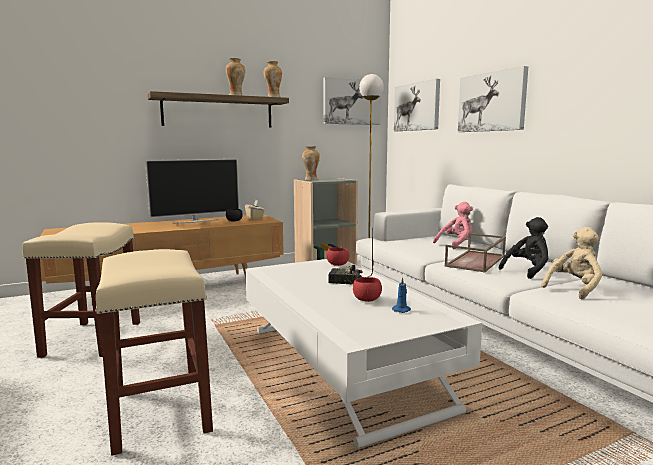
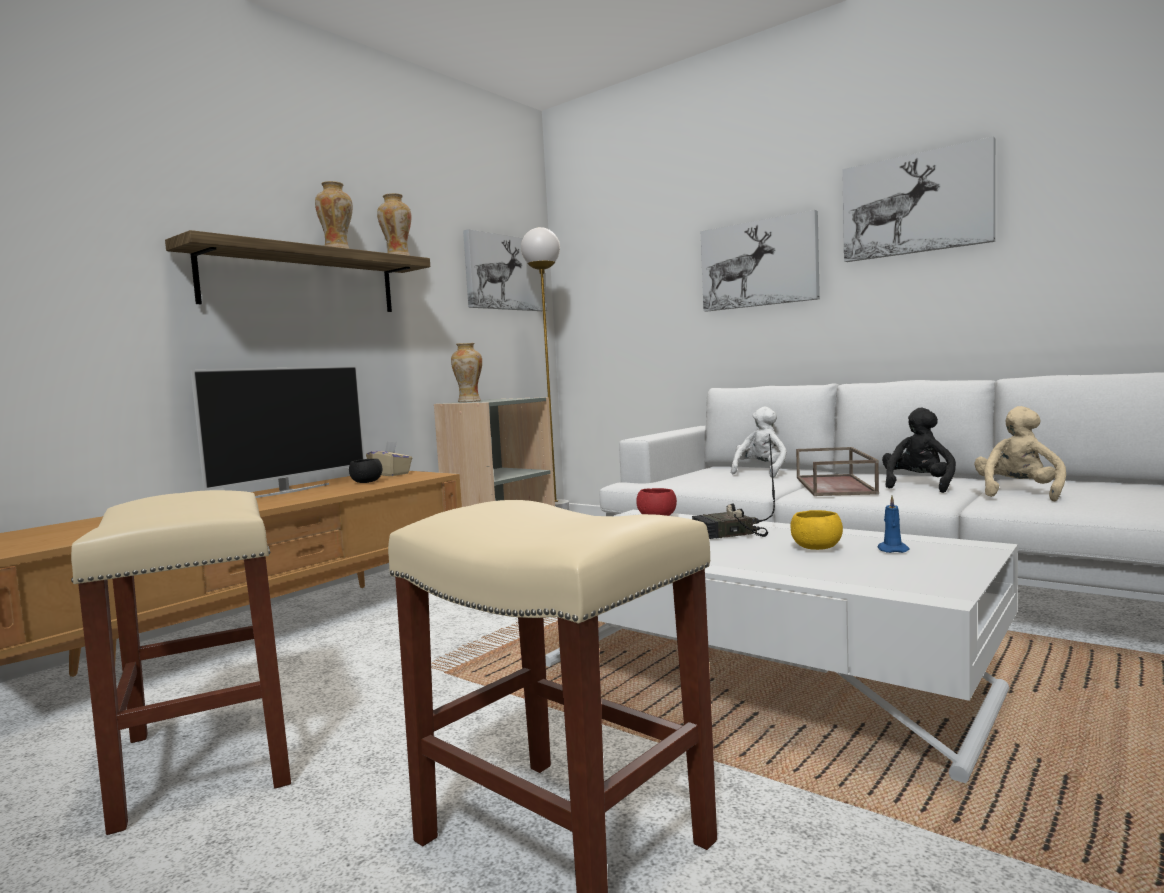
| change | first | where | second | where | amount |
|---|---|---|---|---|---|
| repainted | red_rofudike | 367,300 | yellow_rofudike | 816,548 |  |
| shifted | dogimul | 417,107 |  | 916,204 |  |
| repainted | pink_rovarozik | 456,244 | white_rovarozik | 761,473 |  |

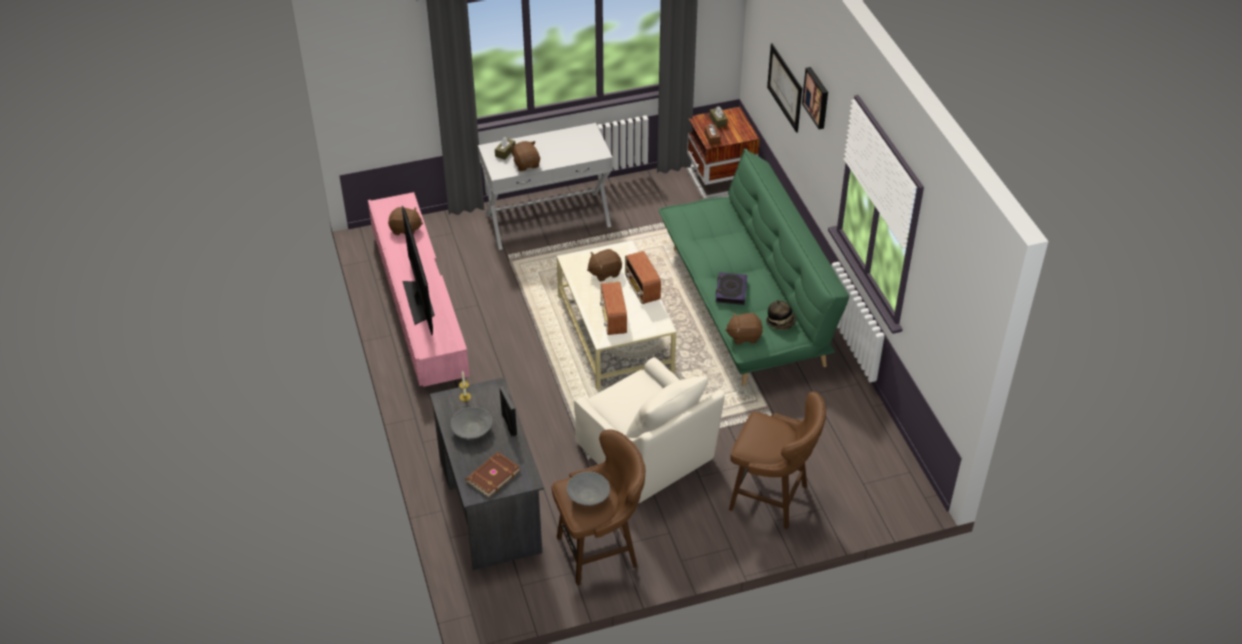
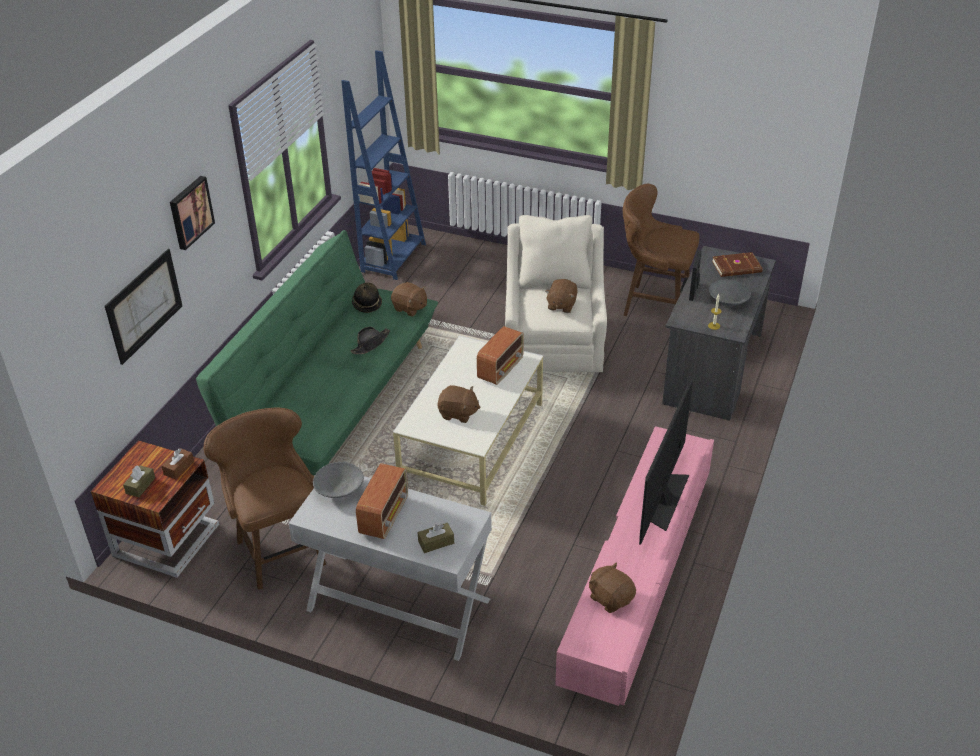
| change | first | where | second | where | amount |
|---|---|---|---|---|---|
| shifted | brown_rovarozik | 526,164 |  | 561,305 |  |
| shifted | grey_rofudike | 588,496 |  | 339,489 |  |
| shifted | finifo | 642,289 |  | 384,516 |  |
| swapped | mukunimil | 731,291 | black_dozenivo | 370,344 |  |
| shifted | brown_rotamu | 772,499 |  | 279,549 |  |
| new |  |  | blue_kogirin | 393,257 |  |

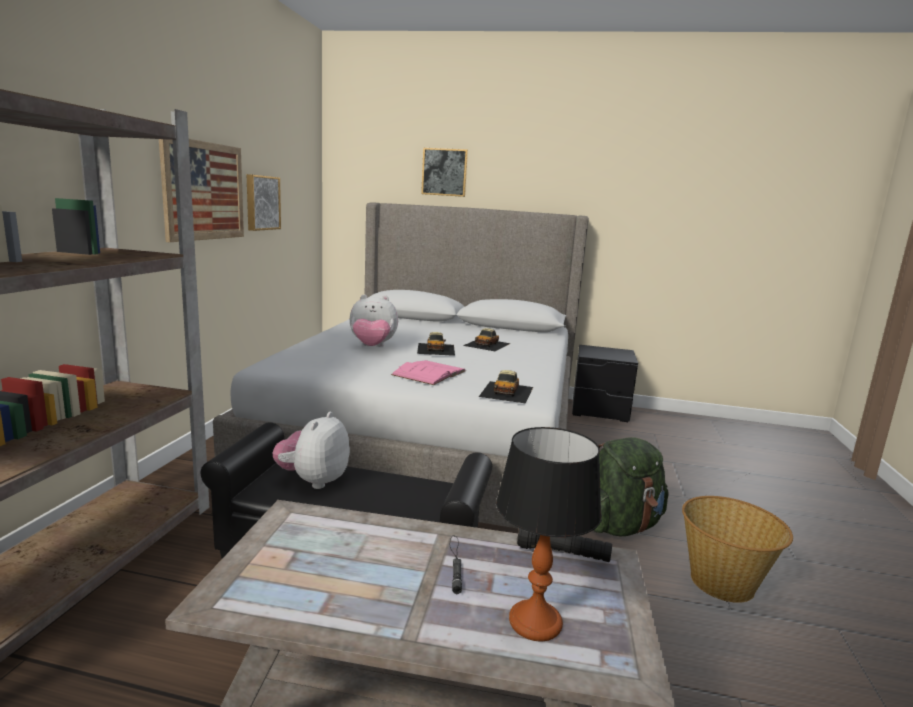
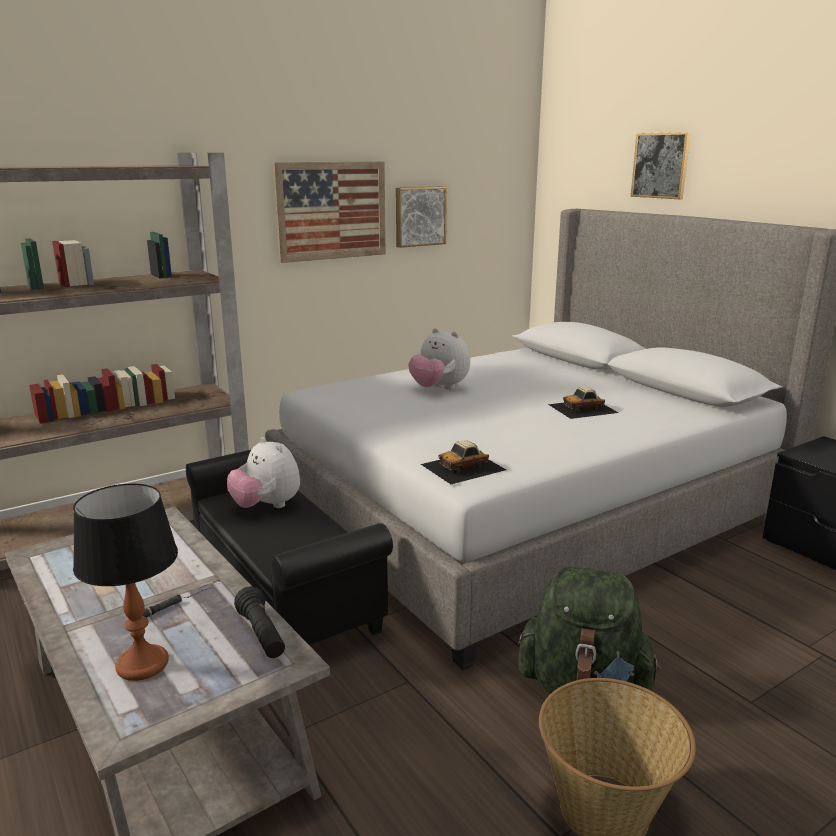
| change | first | where | second | where | amount |
|---|---|---|---|---|---|
| rotated | rovarozik | 313,481 |  | 266,506 | 105 degrees counterclockwise |
| gone | pink_mukunimil | 429,373 |  |  |  |
| gone | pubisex | 436,349 |  |  |  |

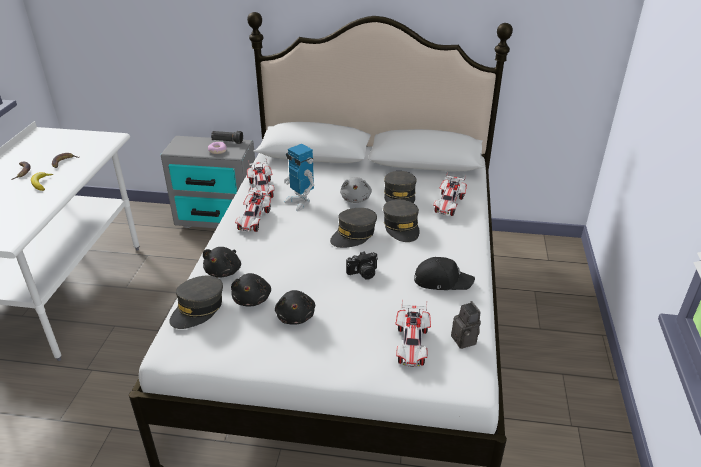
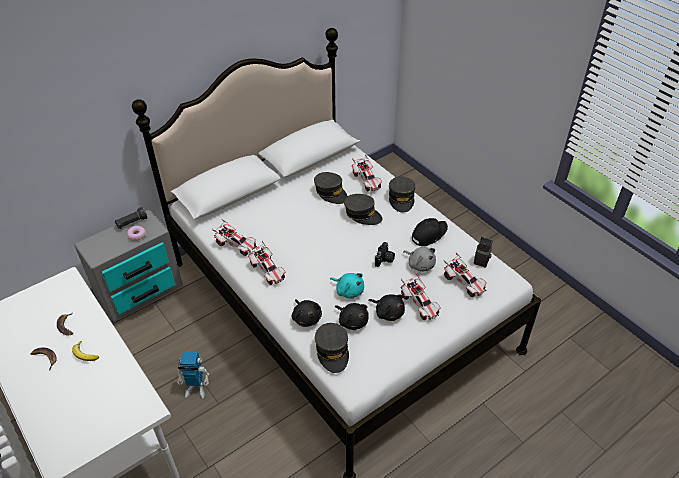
| change | first | where | second | where | amount |
|---|---|---|---|---|---|
| shifted | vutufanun | 300,202 |  | 196,388 |  |
| shifted | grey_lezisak | 353,235 |  | 401,198 |  |
| shifted | grey_rovarozik | 356,199 |  | 420,264 |  |
| new |  |  | turquoise_rovarozik | 348,290 |  |
| new |  |  | pubisex | 420,304 |  |

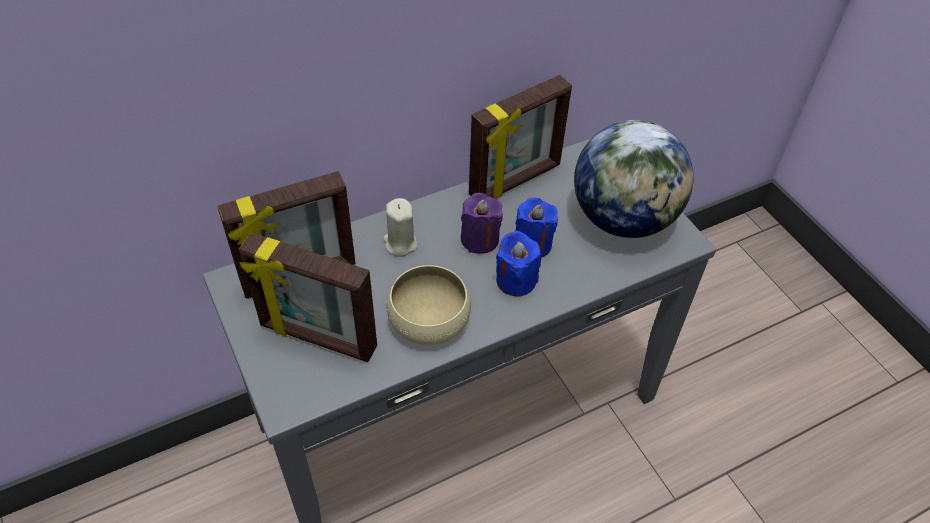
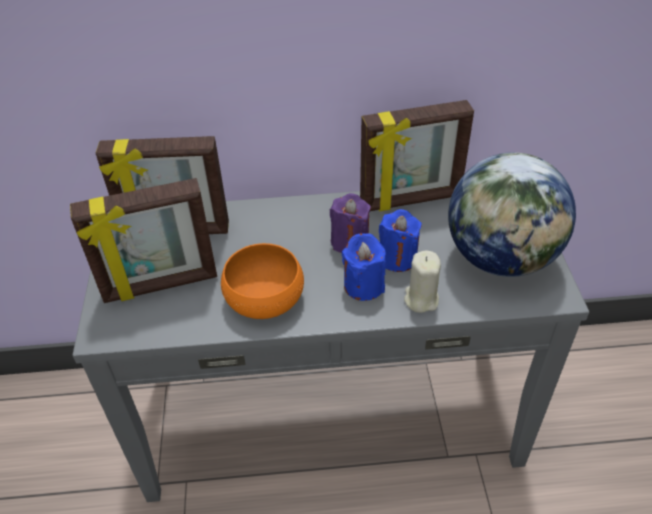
| change | first | where | second | where | amount |
|---|---|---|---|---|---|
| rotated | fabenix | 317,338 |  | 161,285 | 60 degrees counterclockwise |
| shifted | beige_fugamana | 400,244 |  | 421,299 |  |
| repainted | beige_rofudike | 428,319 | orange_rofudike | 264,297 |  |

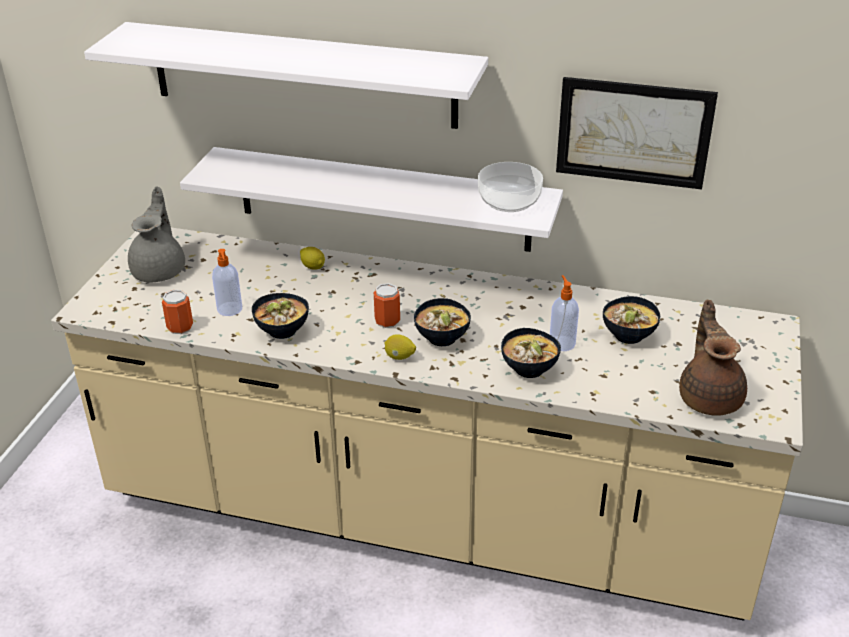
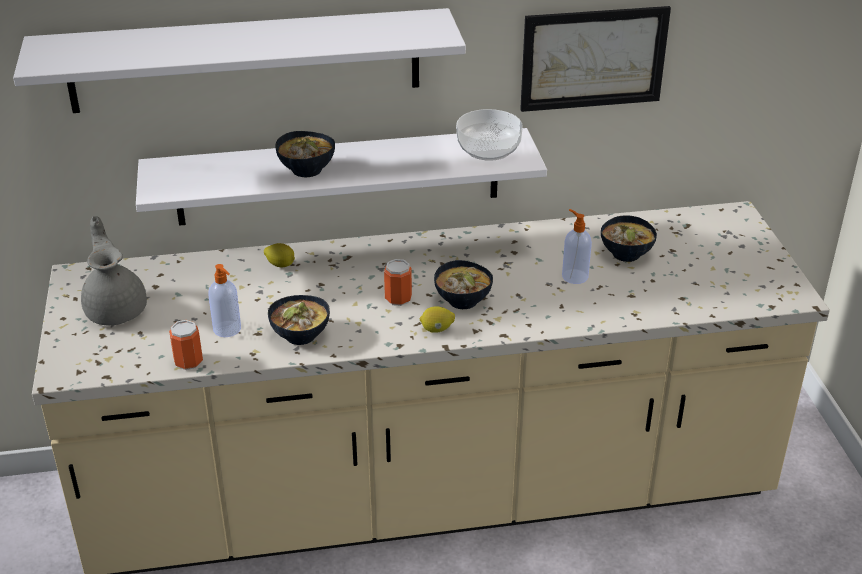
| change | first | where | second | where | amount |
|---|---|---|---|---|---|
| shifted | rofudike | 529,370 |  | 307,170 |  |
| gone | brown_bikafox | 710,397 |  |  |  |

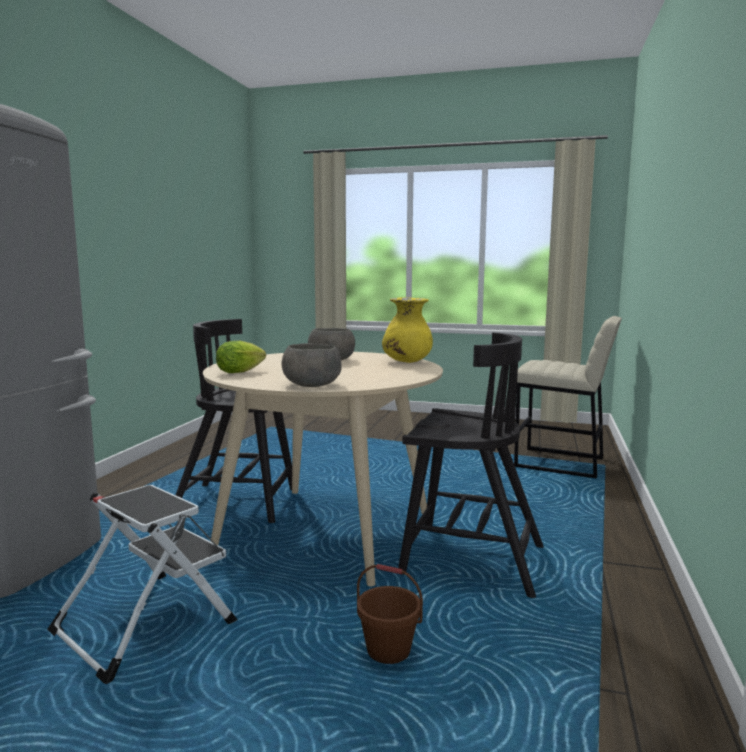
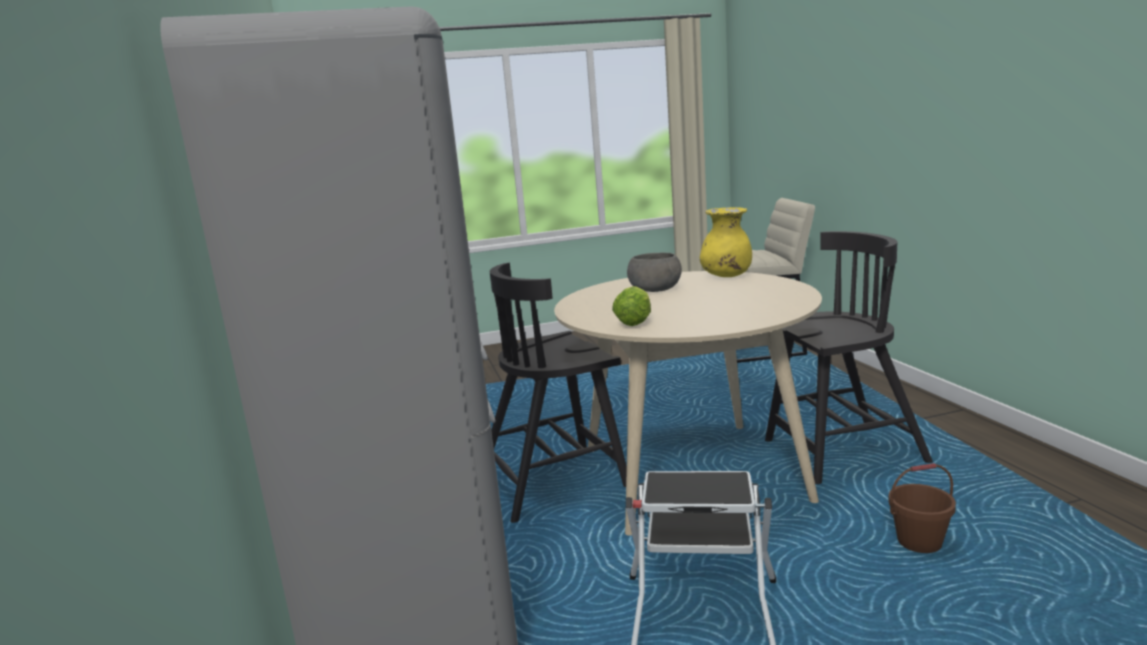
| change | first | where | second | where | amount |
|---|---|---|---|---|---|
| gone | grey_rofudike | 312,384 |  |  |  |

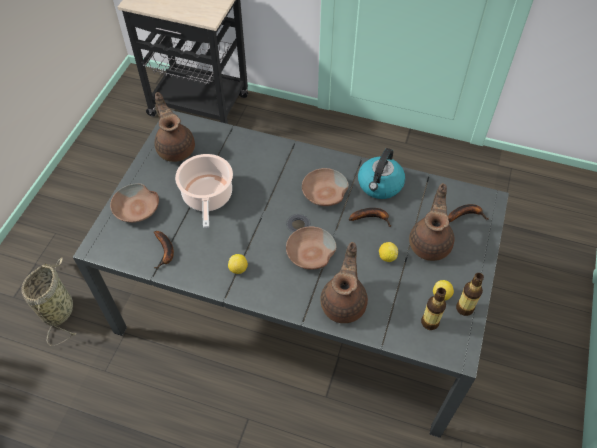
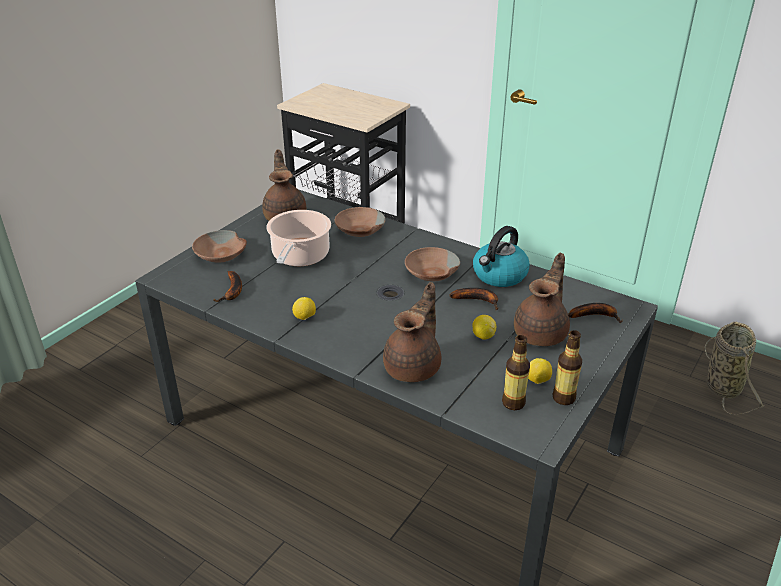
| change | first | where | second | where | amount |
|---|---|---|---|---|---|
| shifted | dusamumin | 58,308 |  | 722,385 |  |
| shifted | brown_rofudike | 310,254 |  | 359,229 |  |

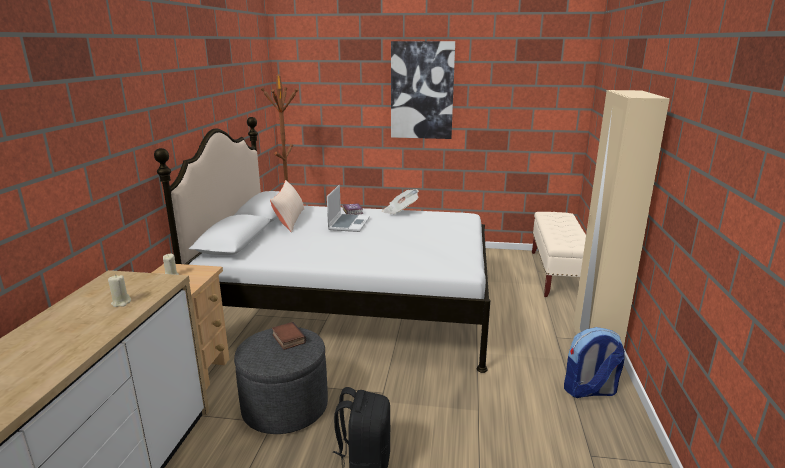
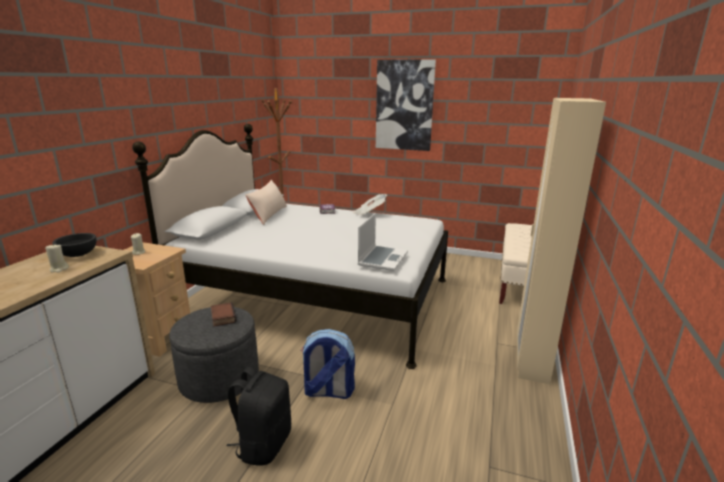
| change | first | where | second | where | amount |
|---|---|---|---|---|---|
| shifted | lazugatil | 348,224 |  | 382,259 |  |
| shifted | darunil | 589,391 |  | 328,391 |  |
| new |  |  | black_rofudike | 78,254 |  |

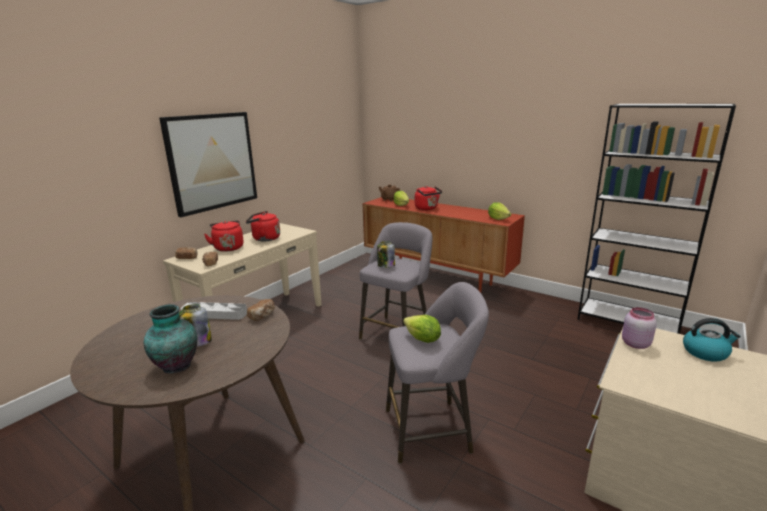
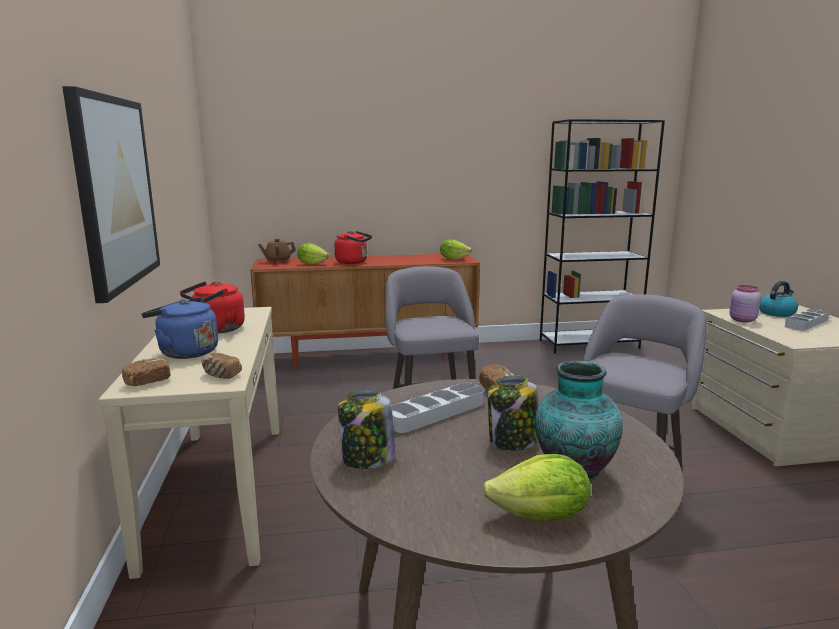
| change | first | where | second | where | amount |
|---|---|---|---|---|---|
| repainted | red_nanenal | 228,247 | blue_nanenal | 185,352 |  |
| shifted | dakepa | 386,265 |  | 367,459 |  |
| shifted | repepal | 422,339 |  | 541,517 |  |
| new |  |  | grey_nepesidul | 806,323 |  |

